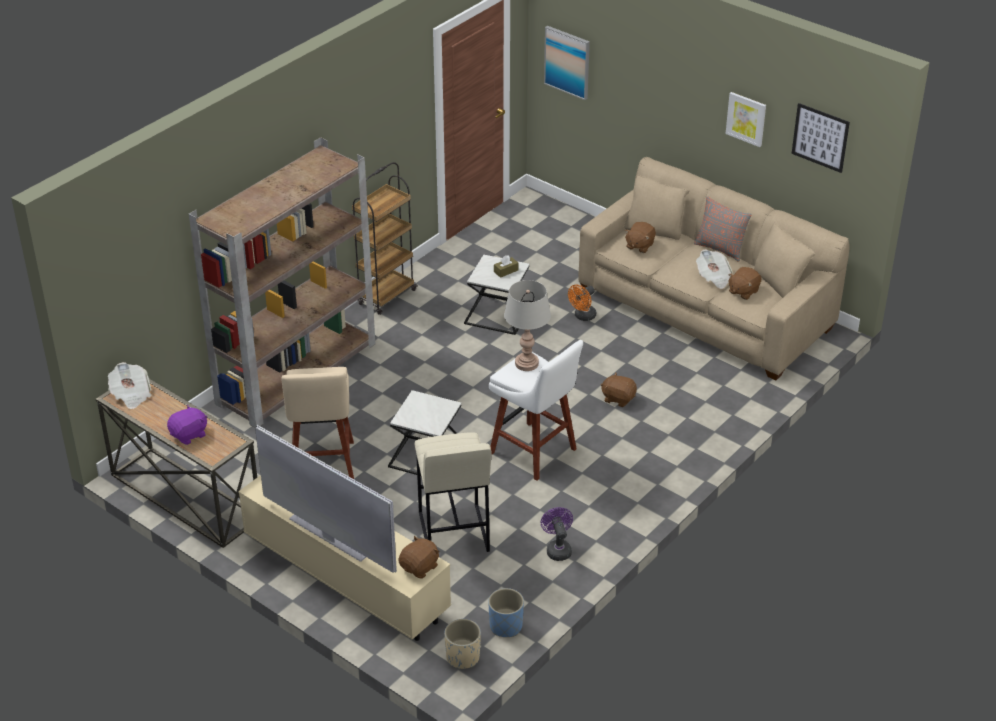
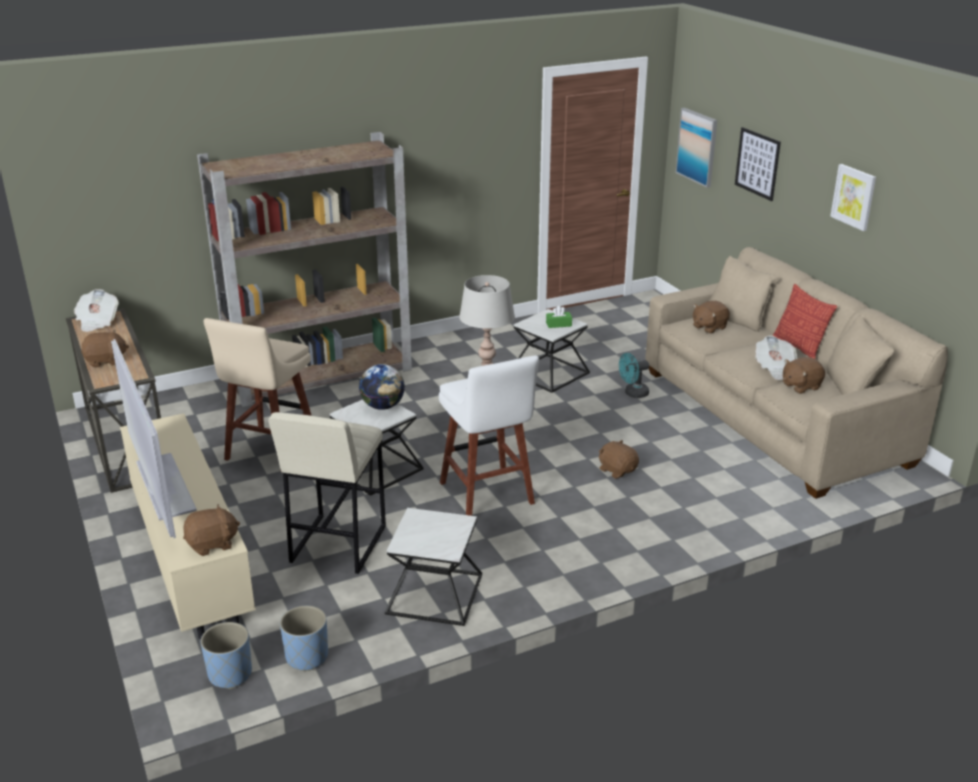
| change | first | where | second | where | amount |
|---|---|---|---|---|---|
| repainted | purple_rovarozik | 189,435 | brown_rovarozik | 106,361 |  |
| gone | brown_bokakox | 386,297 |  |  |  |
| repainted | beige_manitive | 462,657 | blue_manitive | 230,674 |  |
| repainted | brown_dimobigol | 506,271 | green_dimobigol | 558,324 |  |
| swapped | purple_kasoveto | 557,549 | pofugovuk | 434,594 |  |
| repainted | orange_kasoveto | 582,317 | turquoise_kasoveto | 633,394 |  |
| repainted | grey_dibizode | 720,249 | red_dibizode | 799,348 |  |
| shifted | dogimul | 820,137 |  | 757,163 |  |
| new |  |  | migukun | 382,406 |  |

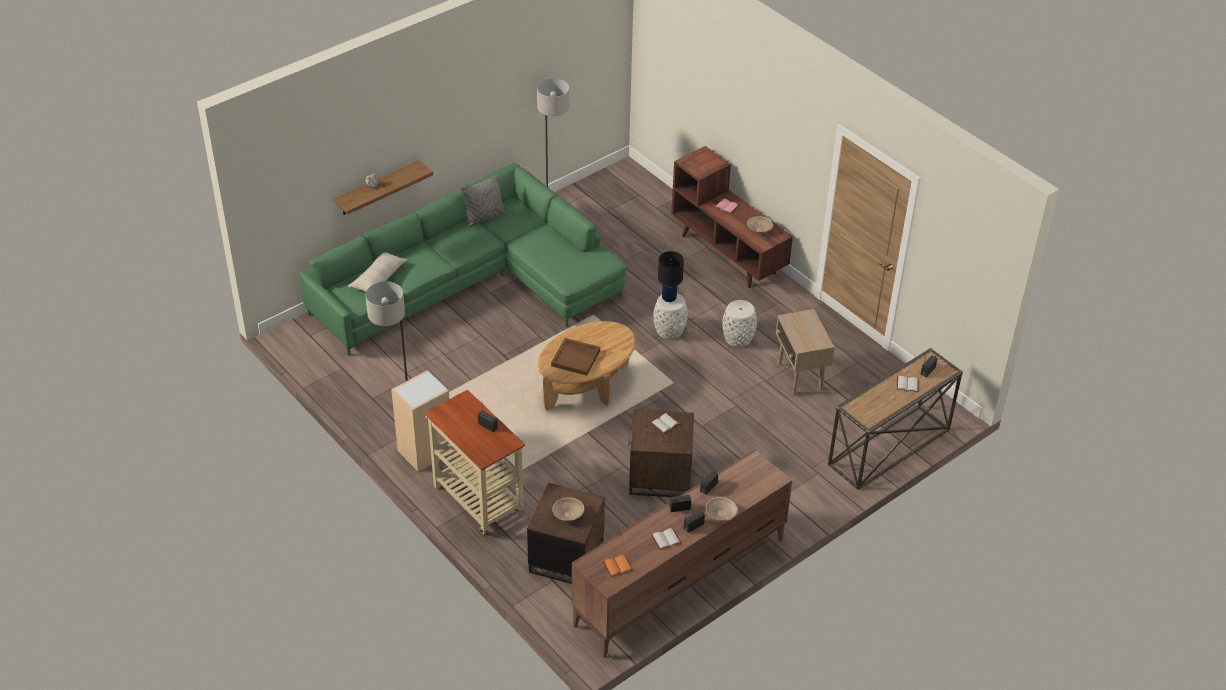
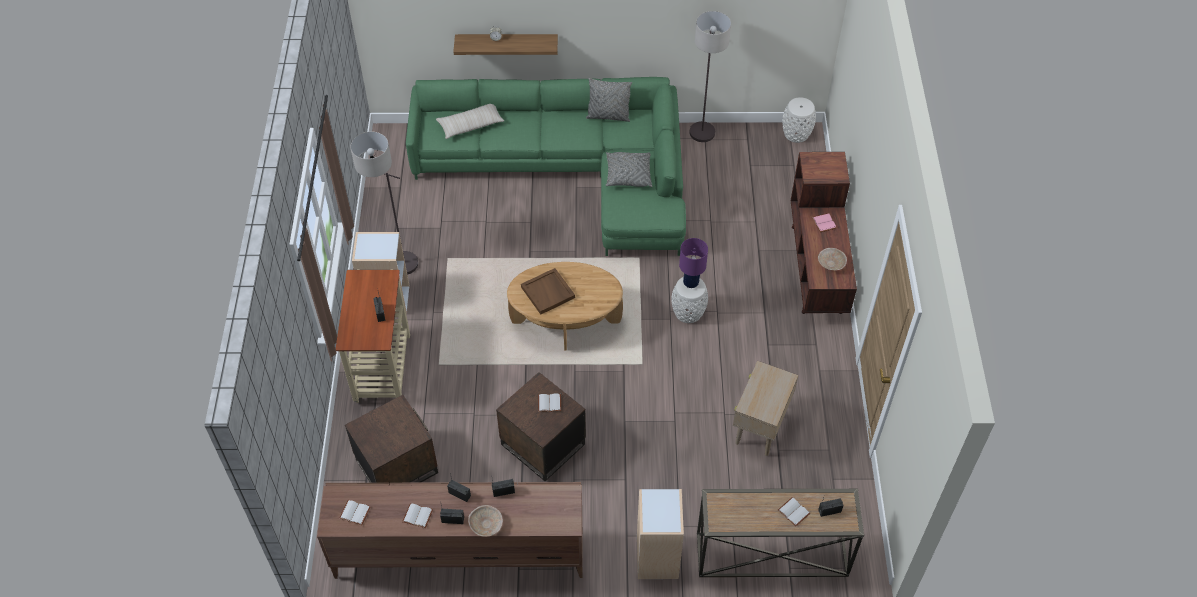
| change | first | where | second | where | amount |
|---|---|---|---|---|---|
| gone | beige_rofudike | 567,514 |  |  |  |
| repainted | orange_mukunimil | 617,565 | white_mukunimil | 355,512 |  |
| repainted | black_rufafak | 669,298 | purple_rufafak | 691,283 |  |
| shifted | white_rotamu | 737,338 |  | 796,133 |  |
| new |  |  | grey_dibizode | 628,175 |  |
| new |  |  | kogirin | 657,557 |  |

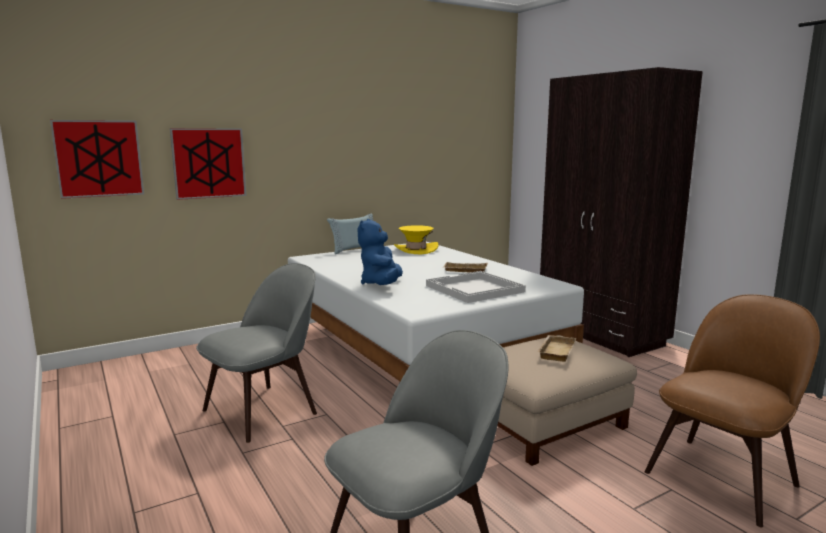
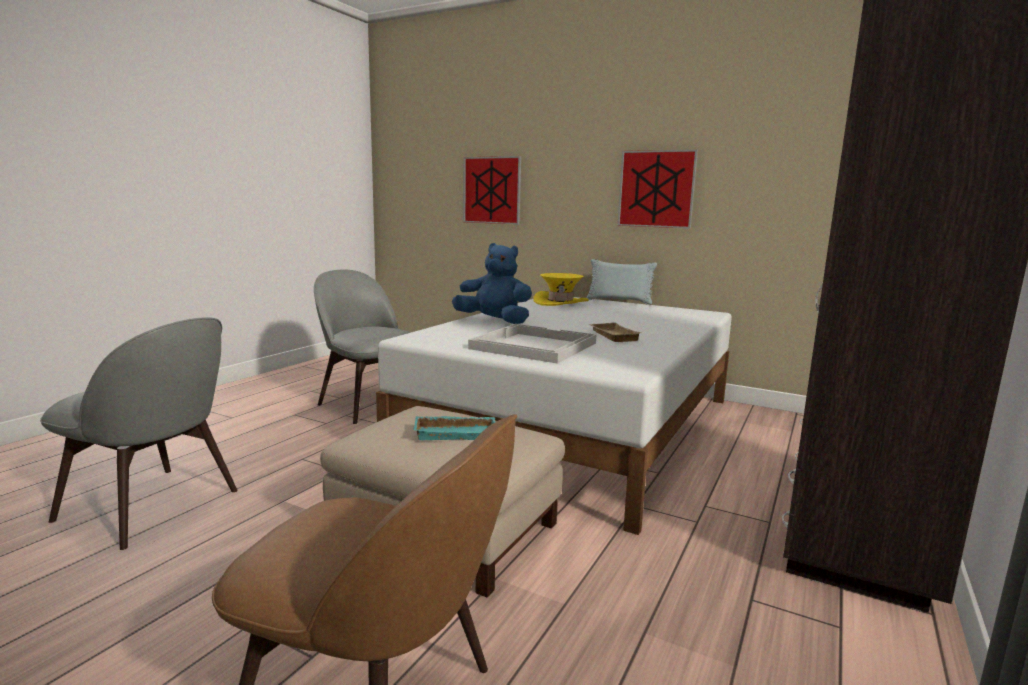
| change | first | where | second | where | amount |
|---|---|---|---|---|---|
| shifted | dogimul | 99,158 |  | 656,189 |  |
| rotated | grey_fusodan | 264,410 |  | 369,403 | 150 degrees counterclockwise |
| rotated | blue_rovarozik | 381,284 |  | 494,321 | 45 degrees clockwise |
| shifted | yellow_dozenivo | 416,250 |  | 560,302 |  |
| repainted | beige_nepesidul | 555,351 | turquoise_nepesidul | 456,433 |  |

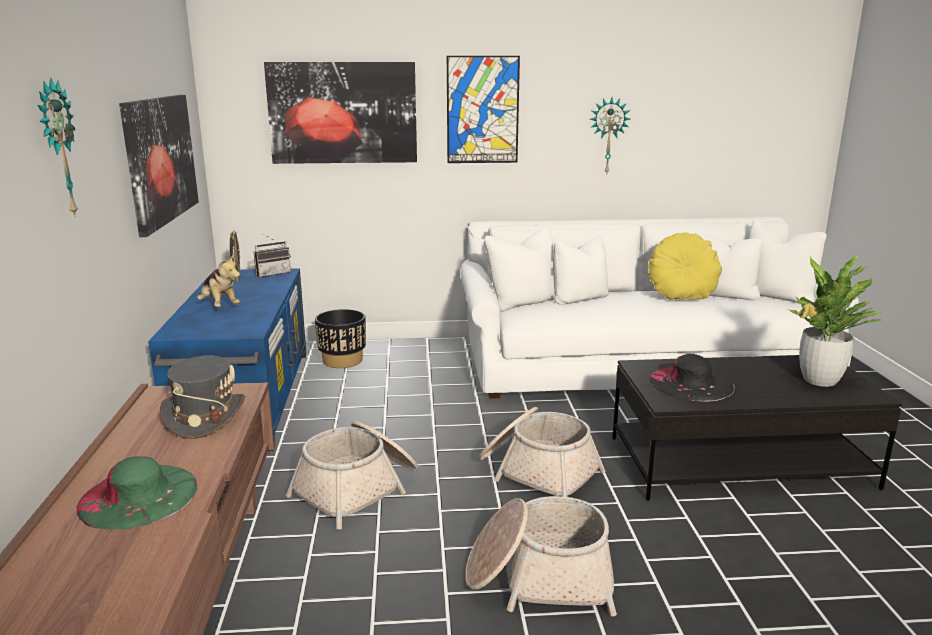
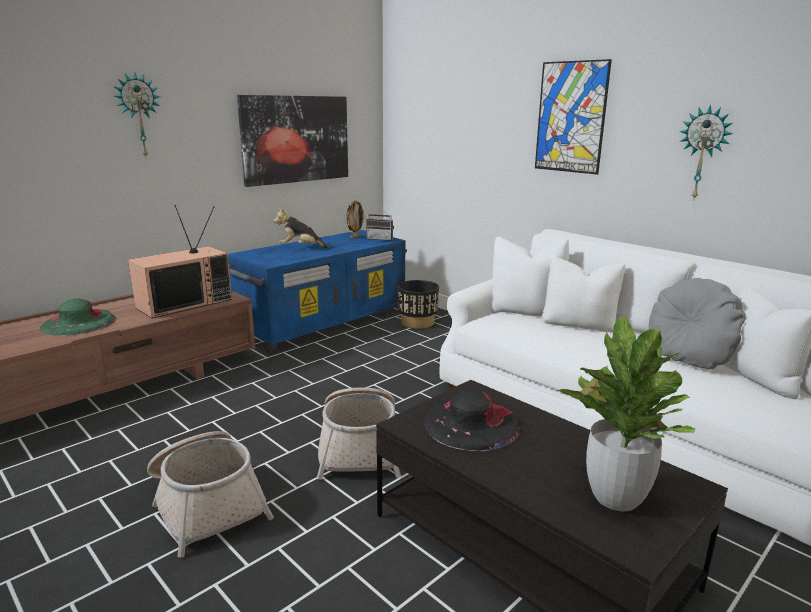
| change | first | where | second | where | amount |
|---|---|---|---|---|---|
| swapped | grey_dozenivo | 204,417 | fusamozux | 185,303 |  |
| rotated | rovarozik | 219,307 |  | 301,248 | 90 degrees clockwise |
| gone | dogimul | 343,113 |  |  |  |
| gone | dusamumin | 358,489 |  |  |  |
| repainted | yellow_dibizode | 681,297 | grey_dibizode | 688,360 |  |

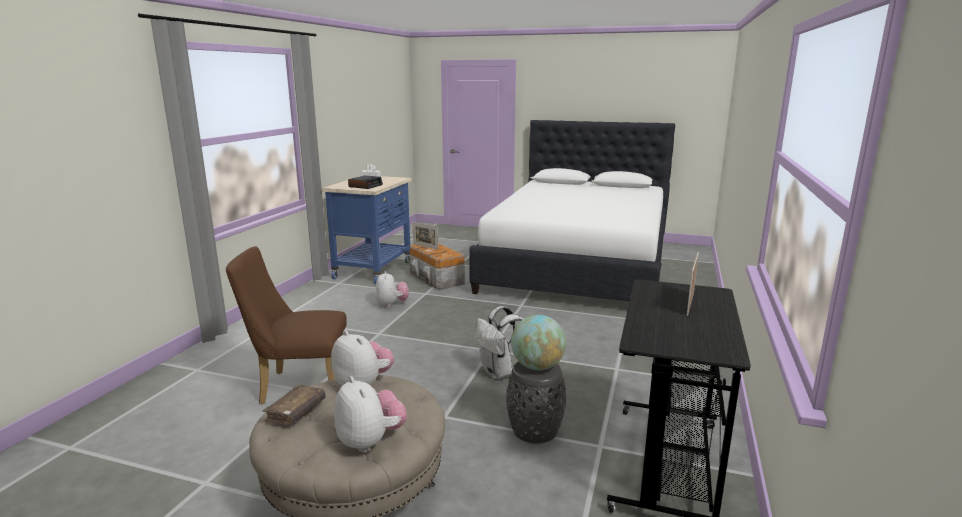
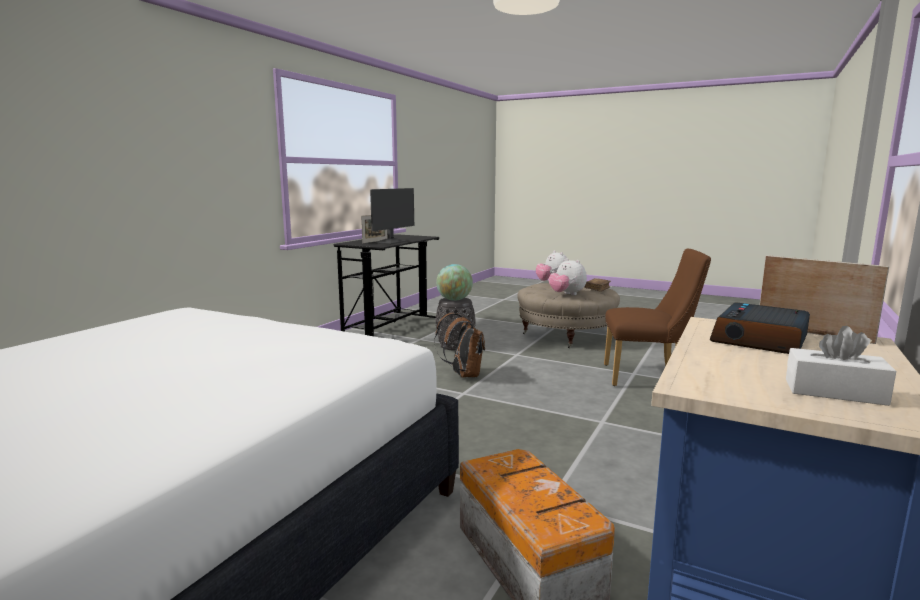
| change | first | where | second | where | amount |
|---|---|---|---|---|---|
| gone | rovarozik | 391,304 |  |  |  |
| shifted | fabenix | 425,246 |  | 812,333 |  |
| repainted | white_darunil | 499,373 | brown_darunil | 463,375 |  |
| new |  |  | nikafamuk | 391,242 |  |

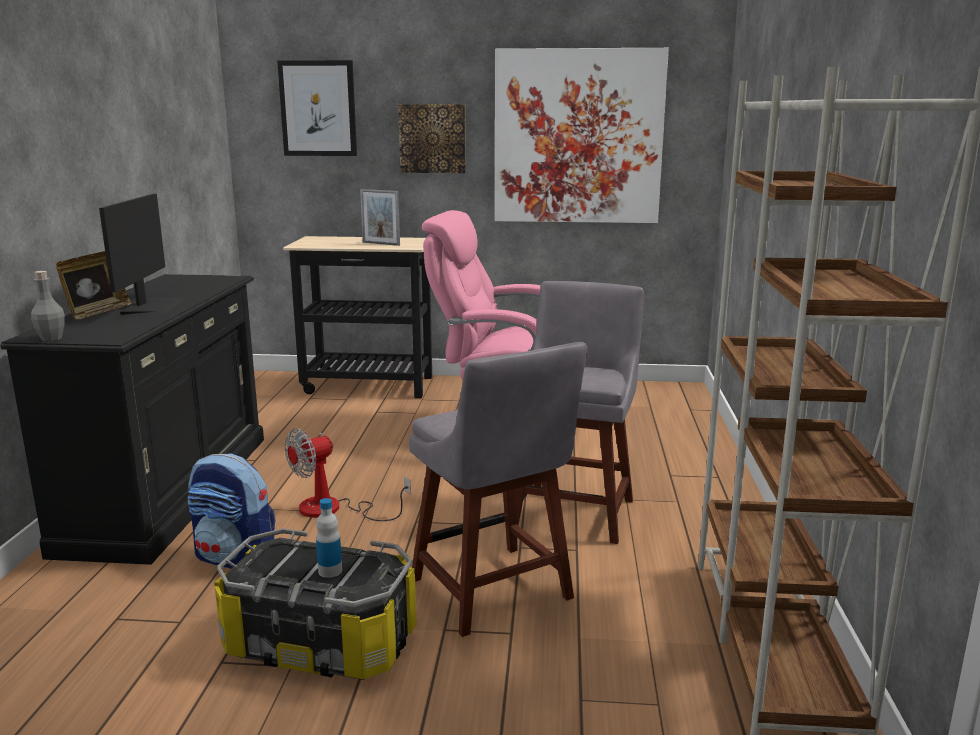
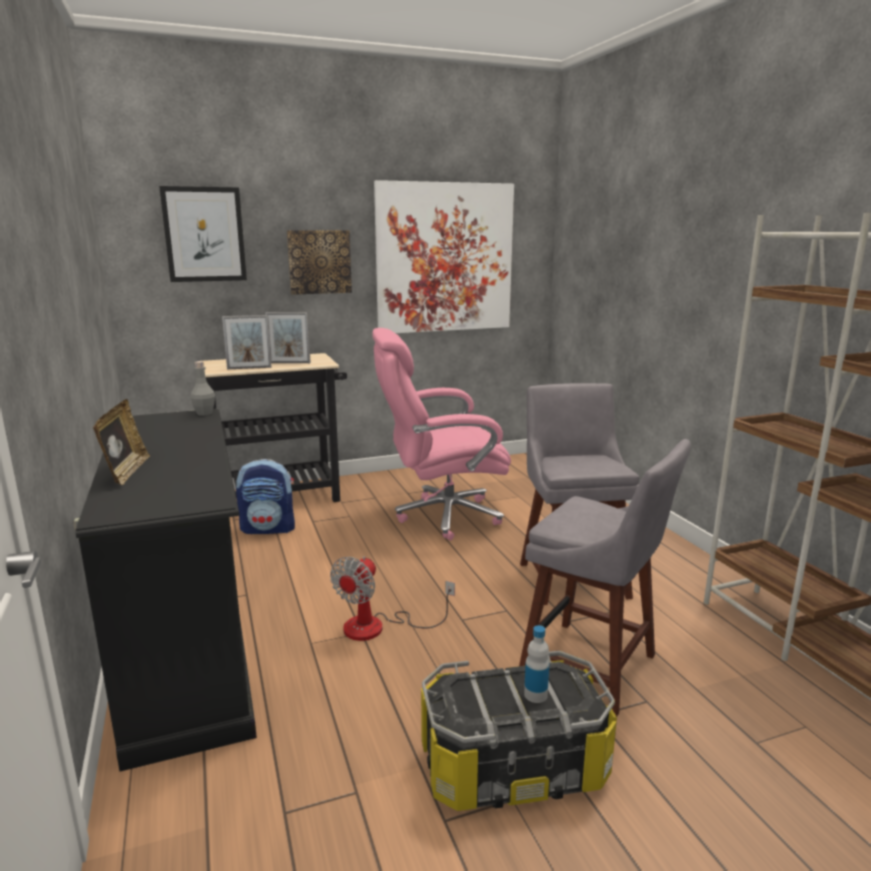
| change | first | where | second | where | amount |
|---|---|---|---|---|---|
| shifted | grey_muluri | 51,338 |  | 204,413 |  |
| gone | nikafamuk | 153,306 |  |  |  |
| shifted | darunil | 236,558 |  | 269,528 |  |
| new |  |  | fabenix | 249,368 |  |

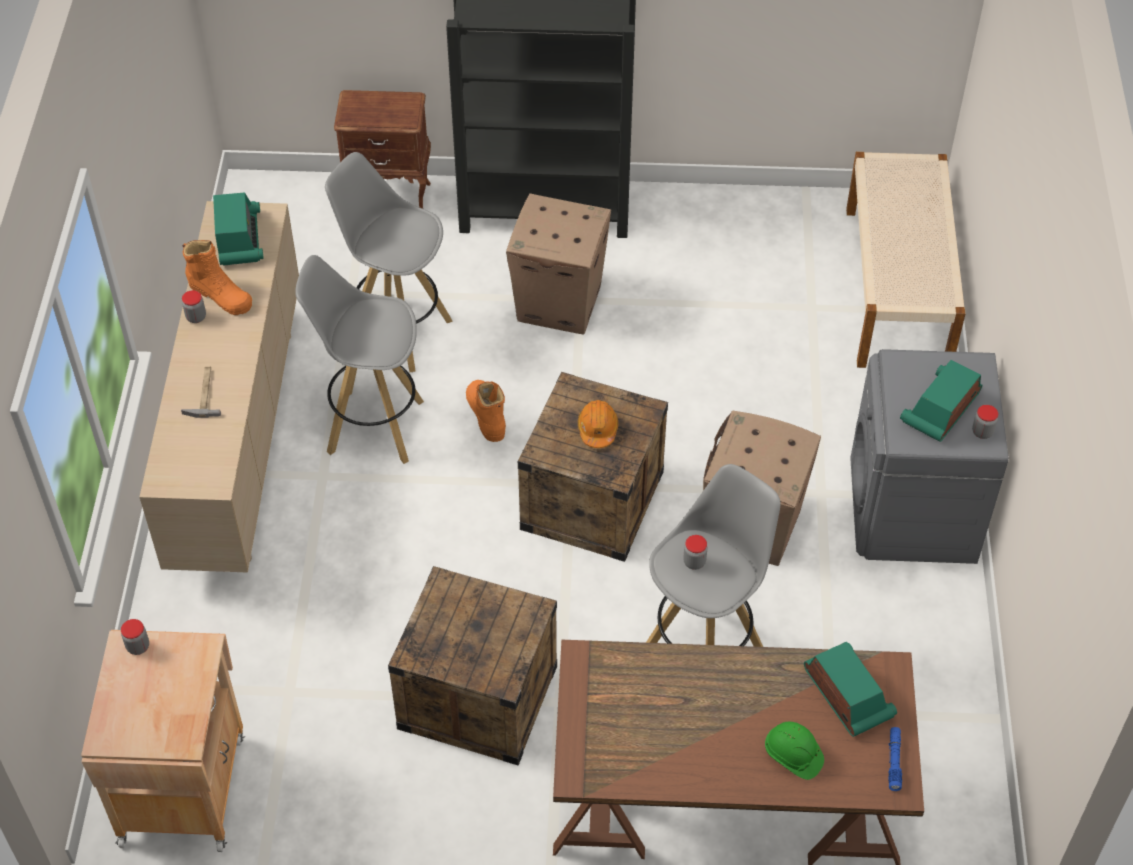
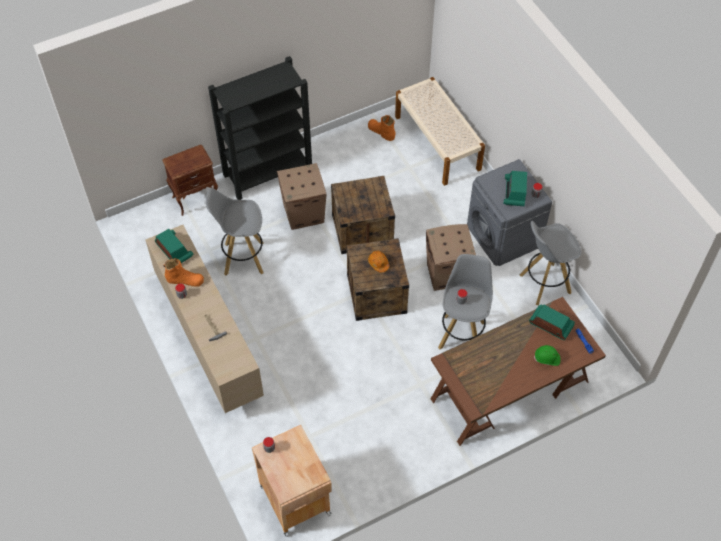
| change | first | where | second | where | amount |
|---|---|---|---|---|---|
| shifted | grey_rotamu | 373,425 |  | 543,284 |  |
| shifted | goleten | 477,697 |  | 362,230 |  |
| shifted | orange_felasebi | 486,415 |  | 381,132 |  |

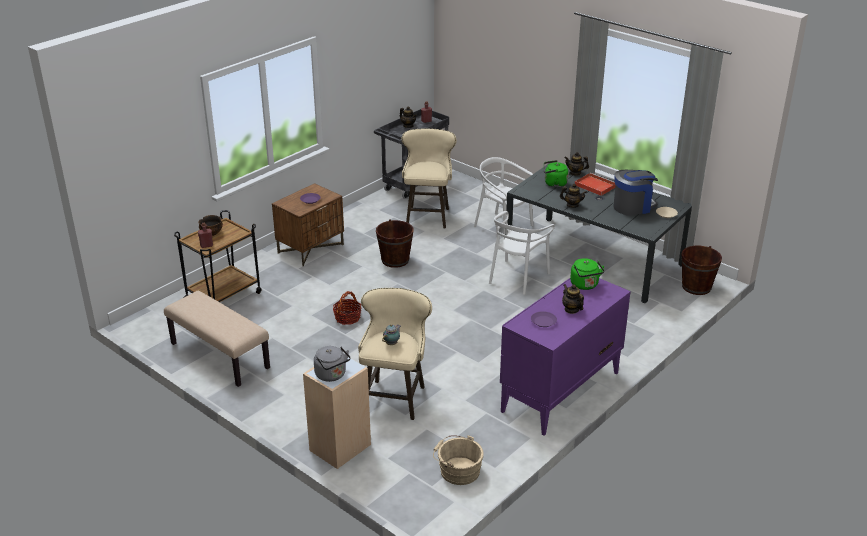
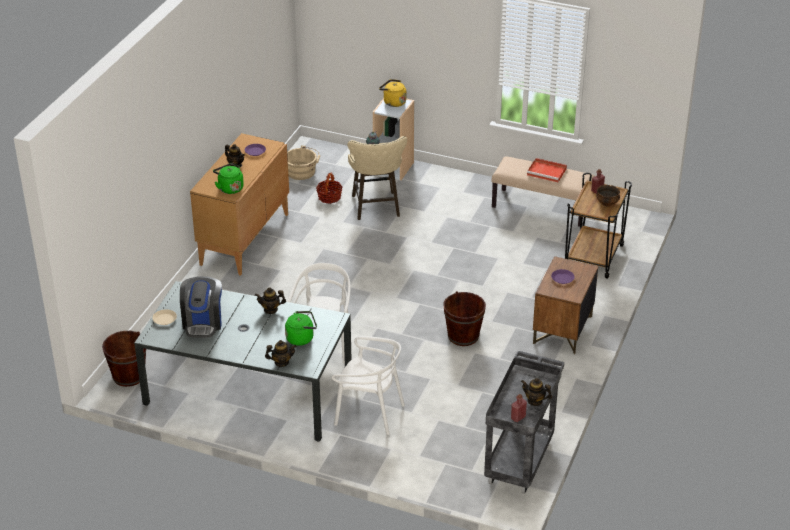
| change | first | where | second | where | amount |
|---|---|---|---|---|---|
| repainted | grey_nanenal | 332,375 | yellow_nanenal | 393,102 |  |
| shifted | dusamumin | 347,318 |  | 329,197 |  |
| gone | beige_rotamu | 428,216 |  |  |  |
| repainted | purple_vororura | 560,392 | brown_vororura | 245,239 |  |
| shifted | red_nepesidul | 594,186 |  | 547,172 |  |
| rotated | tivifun | 633,206 |  | 203,322 | 45 degrees counterclockwise |

